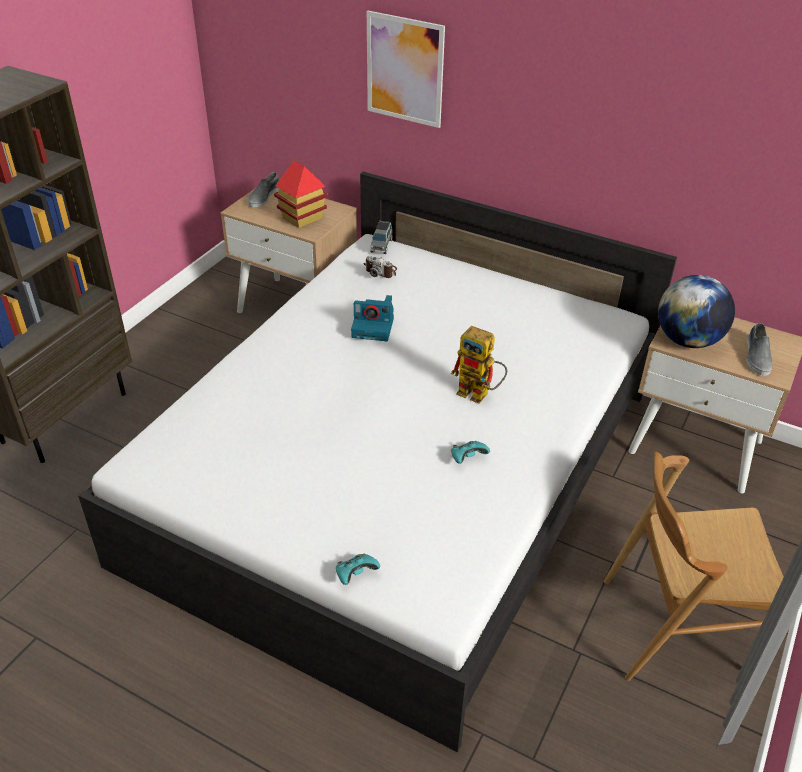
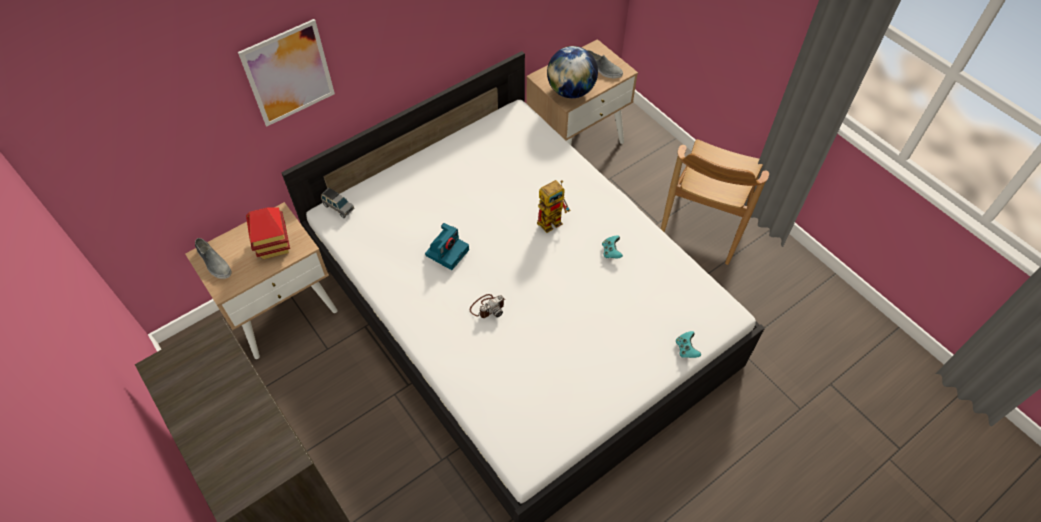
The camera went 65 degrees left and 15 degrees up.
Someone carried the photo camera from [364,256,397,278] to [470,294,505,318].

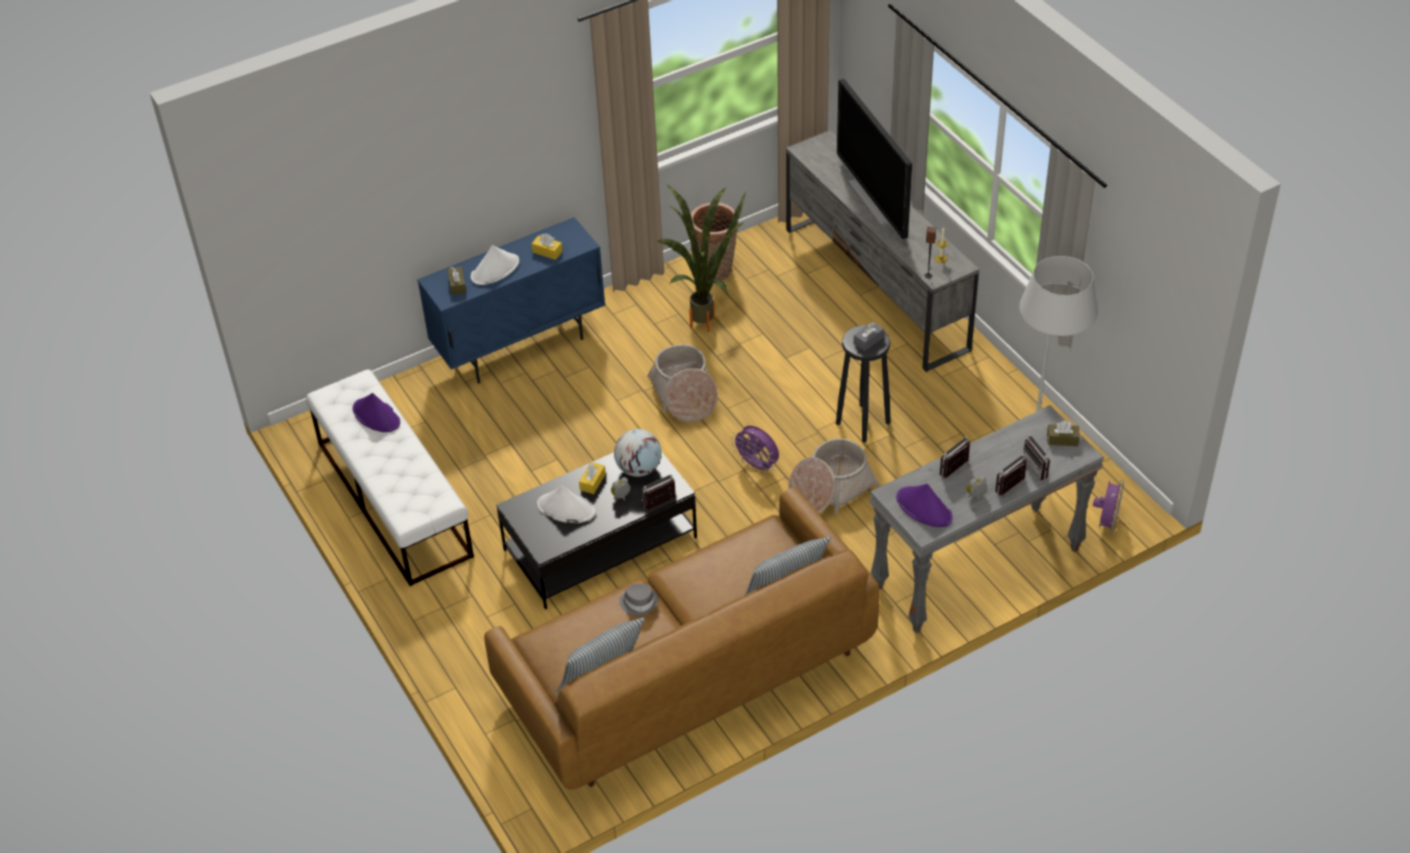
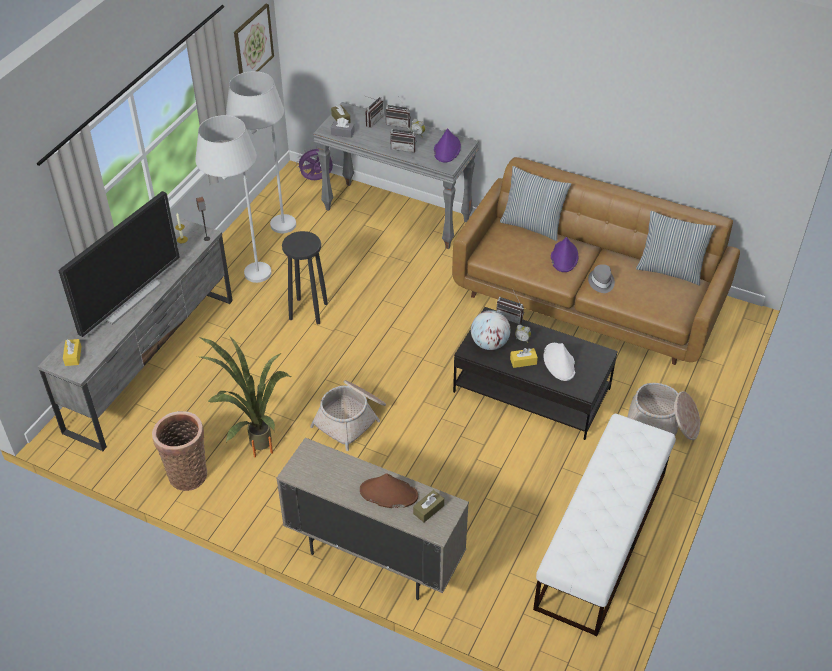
The camera went 125 degrees left and 0 degrees up.
Someone repainted the storage cabinet in bluish at [417,217,605,384], which became the storage cabinet in beige-coloured at [276,438,469,600].
Someone carried the tissue holder in yellow-coloured from [531,233,563,260] to [63,339,82,366].
Someone repainted the clothing hat in white at [471,245,519,285], which became the clothing hat in brown-coloured at [360,473,418,508].
Someone carried the tissue holder in gray from [854,322,884,351] to [331,118,355,138].
Someone carried the clothing hat in purplish from [353,393,400,432] to [551,237,578,272].
Someone took away the fan in purplish at [731,426,779,474].
Someone carried the household basket from [788,438,880,514] to [628,383,700,445].
Someone put up the wall picture at [234,4,274,74].
Someone put down the standard lamp in white at [195,115,271,283].

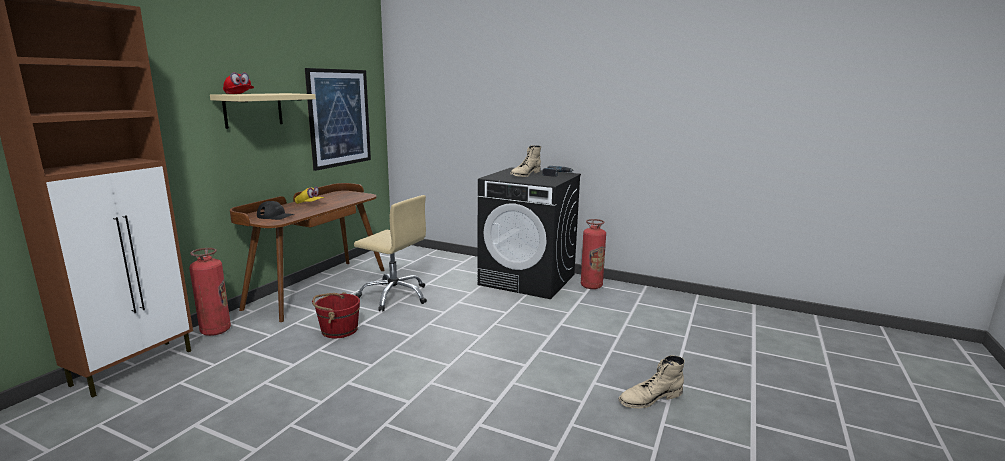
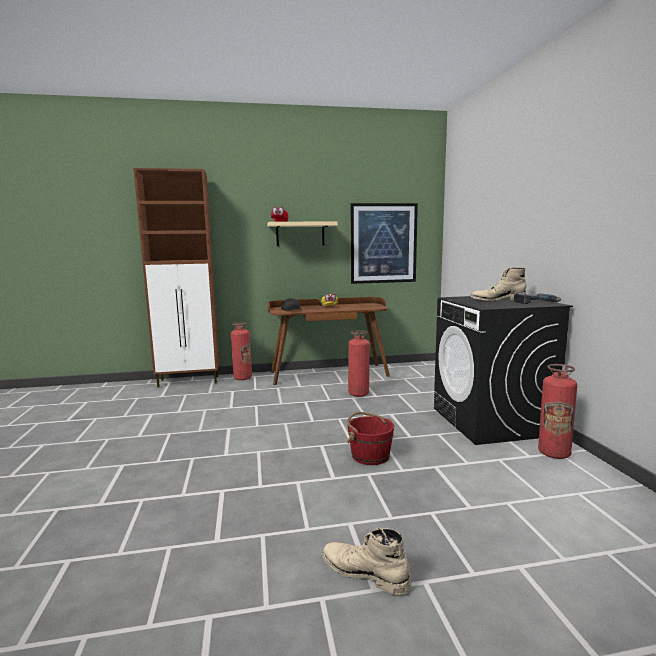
The camera went 55 degrees right and 5 degrees down.
Someone swapped the computer chair in beige-coloured at [354,195,427,312] for the fire-fighting cylinder at [348,330,370,397].
Someone carried the water bucket in reddish from [312,292,360,338] to [347,412,394,465].

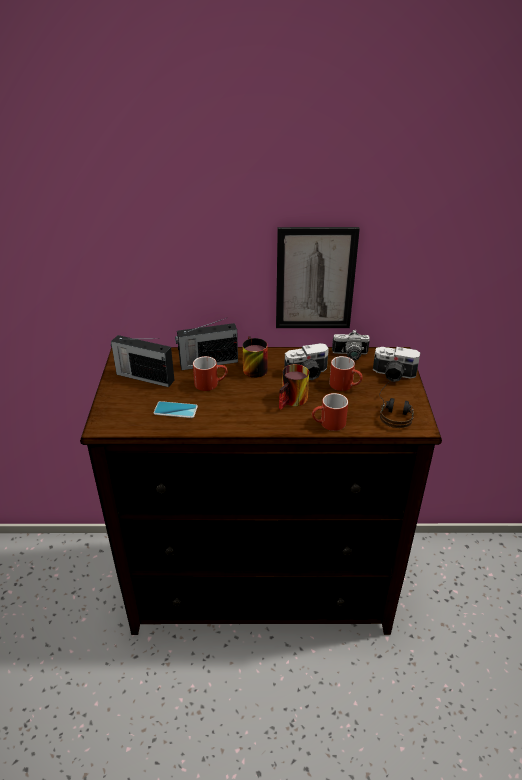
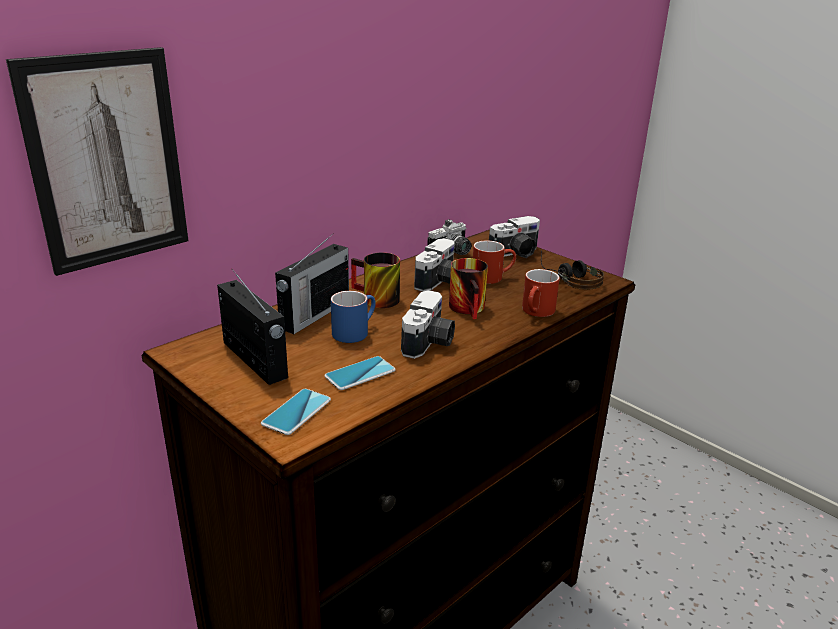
The camera went 45 degrees left and 10 degrees down.
Someone carried the wall picture from [276,227,360,328] to [6,47,189,276].
Someone rotated the radio at [111,335,174,387] by 105 degrees counterclockwise.
Someone repainted the tea mug in reddish at [193,356,228,391], which became the tea mug in bluish at [331,291,376,343].
Someone put down the photo camera at [401,290,455,359].
Someone put down the phone at [261,389,331,435].

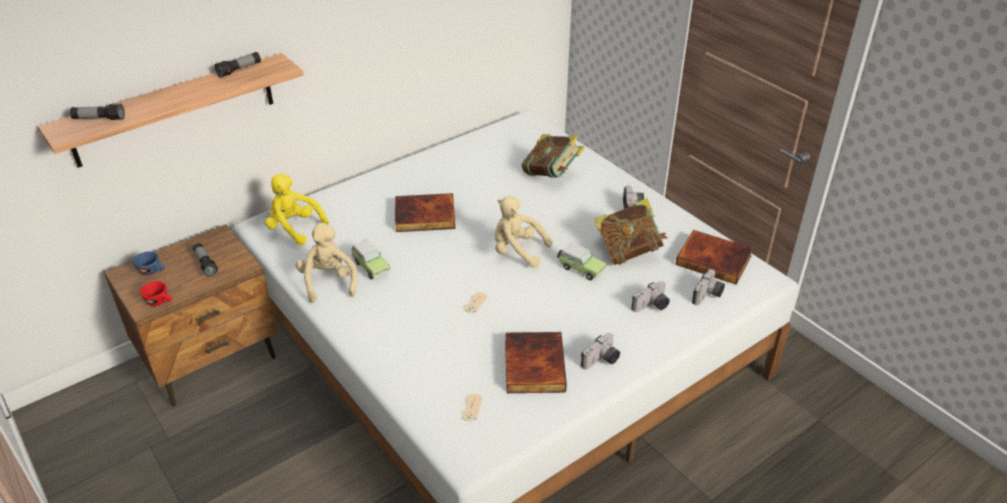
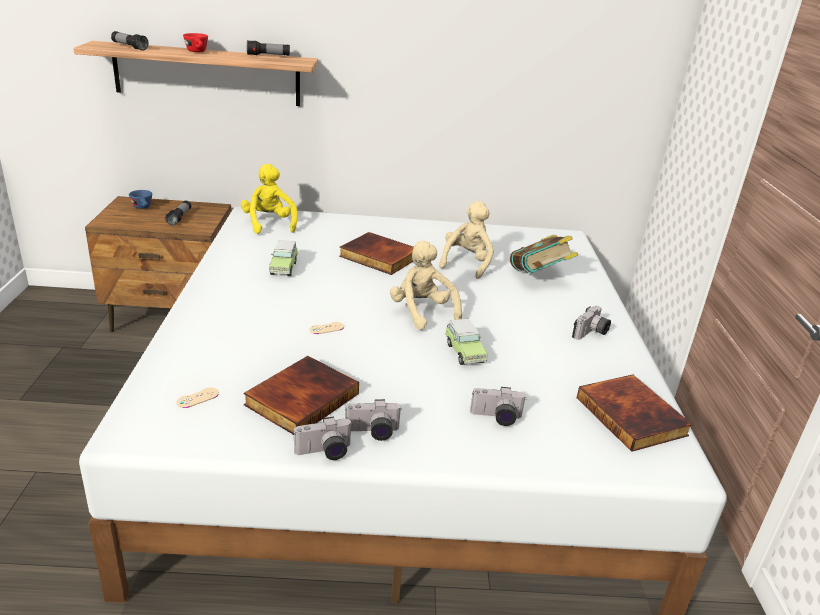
The camera went 35 degrees right and 10 degrees down.
Someone took away the bound book at [594,198,668,265].
Someone carried the cuddly toy in beige-coloured from [296,223,357,303] to [439,201,494,279].
Someone carried the photo camera from [692,269,725,306] to [294,417,353,460].
Someone carried the small cup in reddish from [140,281,172,306] to [183,33,208,52].

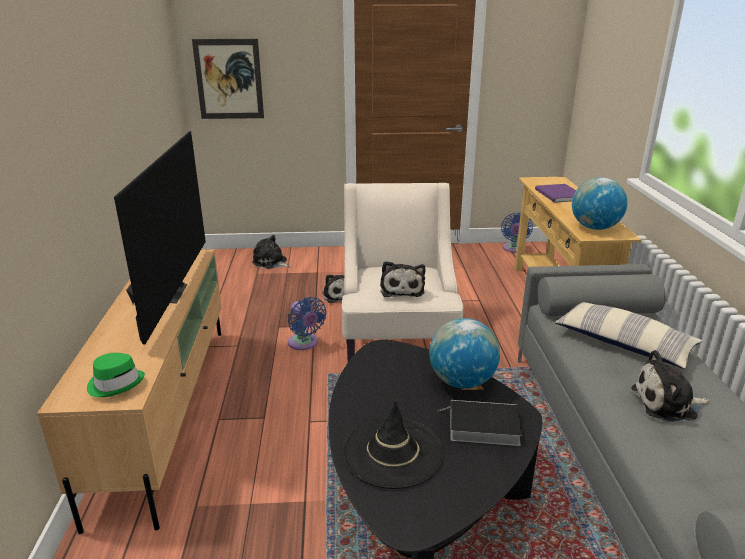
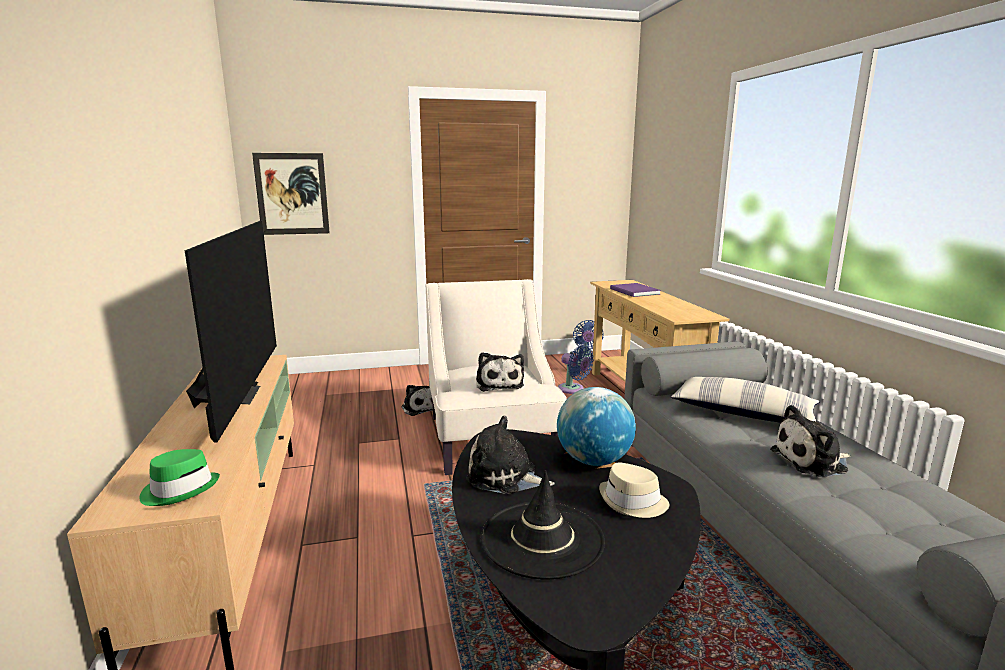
The camera went 10 degrees left and 10 degrees down.
Someone took away the world globe at [572,177,628,230].
Someone carried the cuddly toy from [252,235,291,269] to [466,416,555,494].
Someone carried the fan in bluish from [288,297,327,350] to [558,345,594,394].
Someone swapped the bound book at [439,400,522,446] for the clothing hat in beige-coloured at [599,463,669,518].

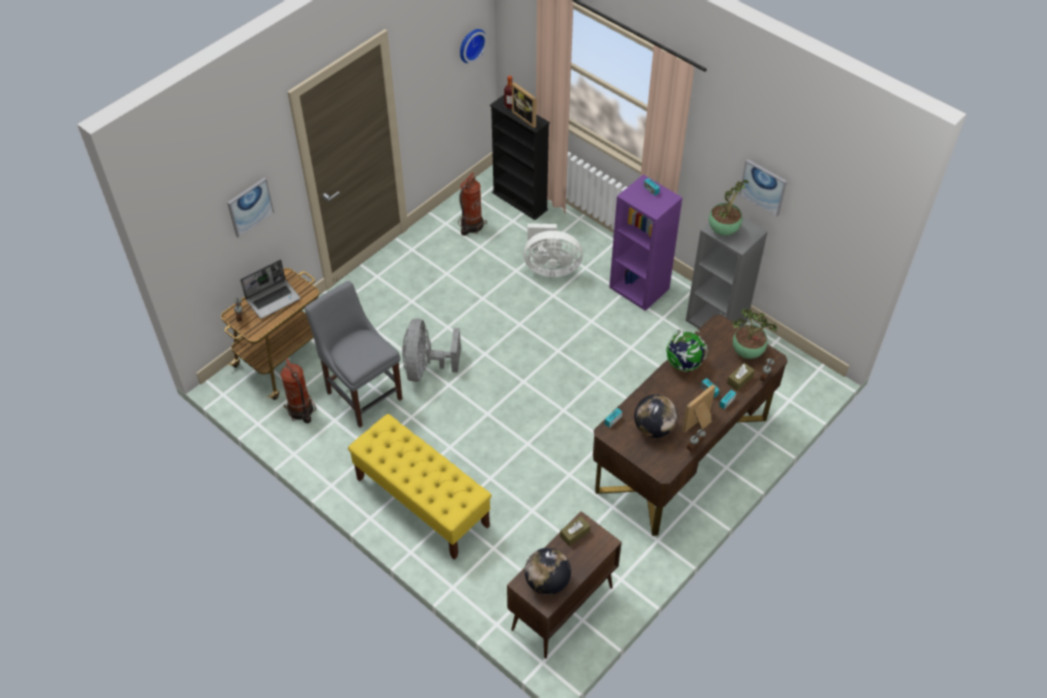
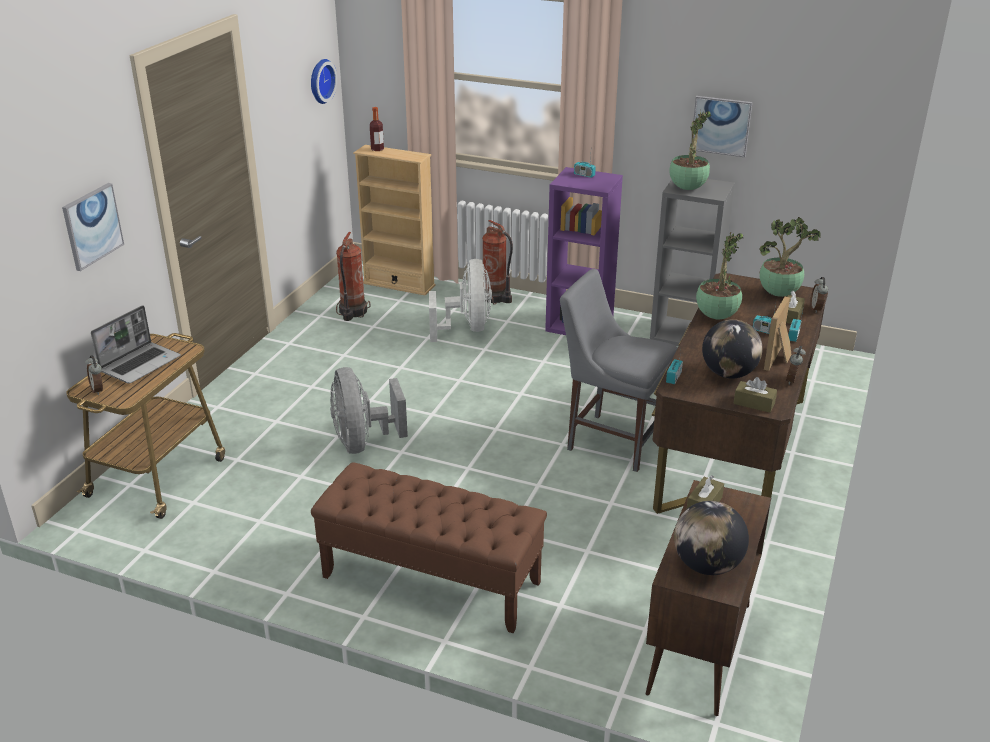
The camera went 20 degrees left and 20 degrees down.
Someone took away the standing frame at [512,82,536,128].
Someone repainted the bookshelf in black at [490,95,550,220], which became the bookshelf in beige-coloured at [353,145,435,296].
Someone rotated the fan in white at [523,223,583,277] by 75 degrees counterclockwise.
Someone carried the chair in gray from [305,281,402,428] to [560,269,678,472].
Someone swapped the world globe at [667,328,707,372] for the plant in a pot at [696,232,743,319].
Someone carried the fire-fighting cylinder from [280,358,316,423] to [482,220,513,304].
Someone repainted the bench in yellow-coloured at [348,414,492,560], which became the bench in brown-coloured at [311,462,547,633].
Someone put down the tissue holder in brown-coloured at [733,377,777,413].

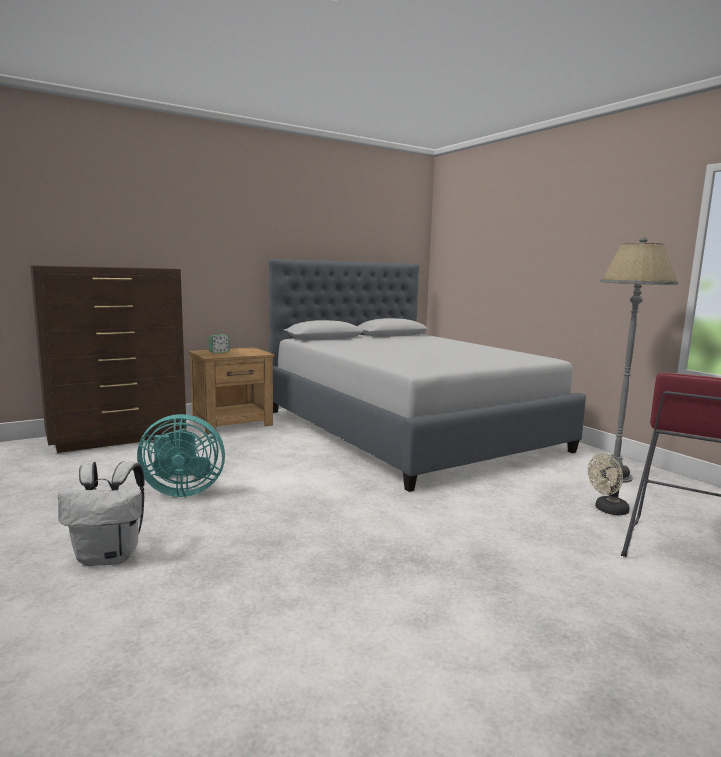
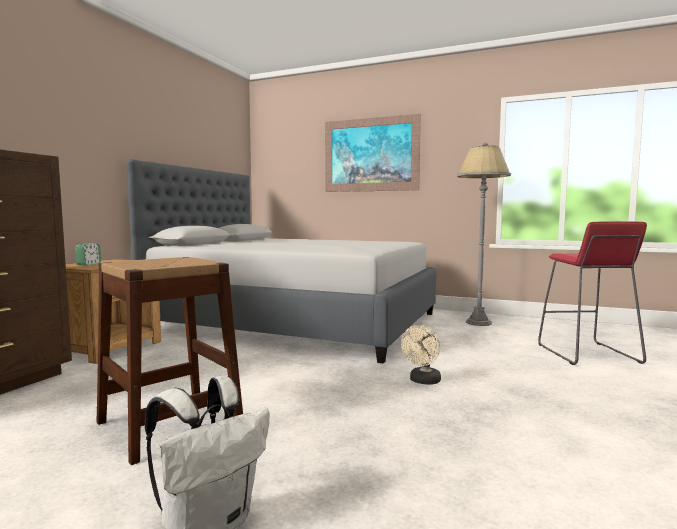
The camera went 35 degrees left and 5 degrees down.
Someone swapped the fan in turquoise at [137,414,225,497] for the stool in brown-coloured at [96,257,243,465].
Someone carried the fan in beige-coloured from [588,454,630,515] to [401,325,441,385].
Someone put up the wall picture at [325,114,421,192].

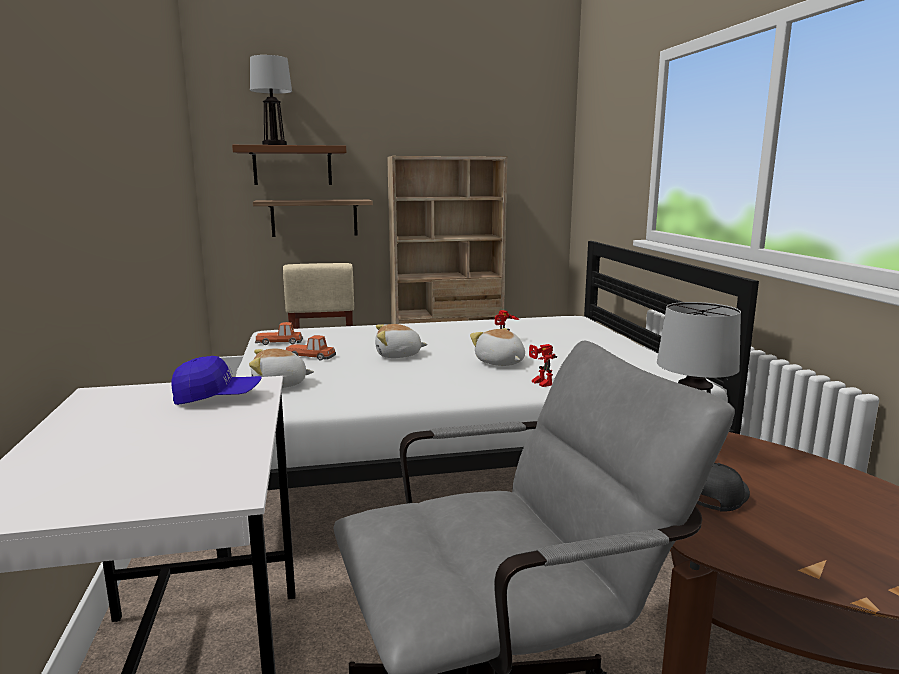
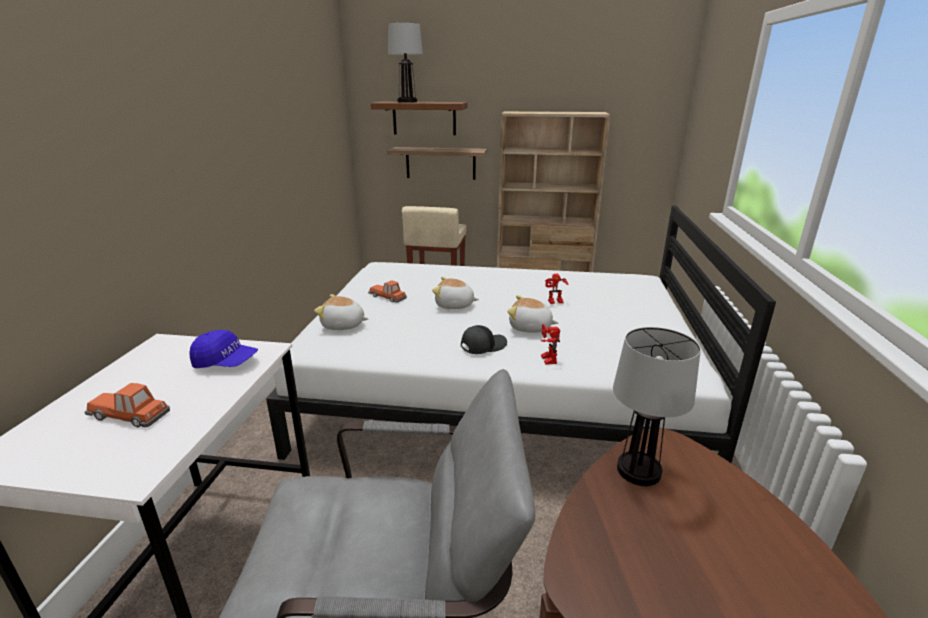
The camera went 20 degrees right and 10 degrees up.
Someone carried the model car from [255,322,303,345] to [85,383,170,427].
Someone rotated the cuddly toy at [470,328,525,366] by 60 degrees counterclockwise.
Someone carried the peaked cap in black from [697,463,750,511] to [461,325,507,354].

